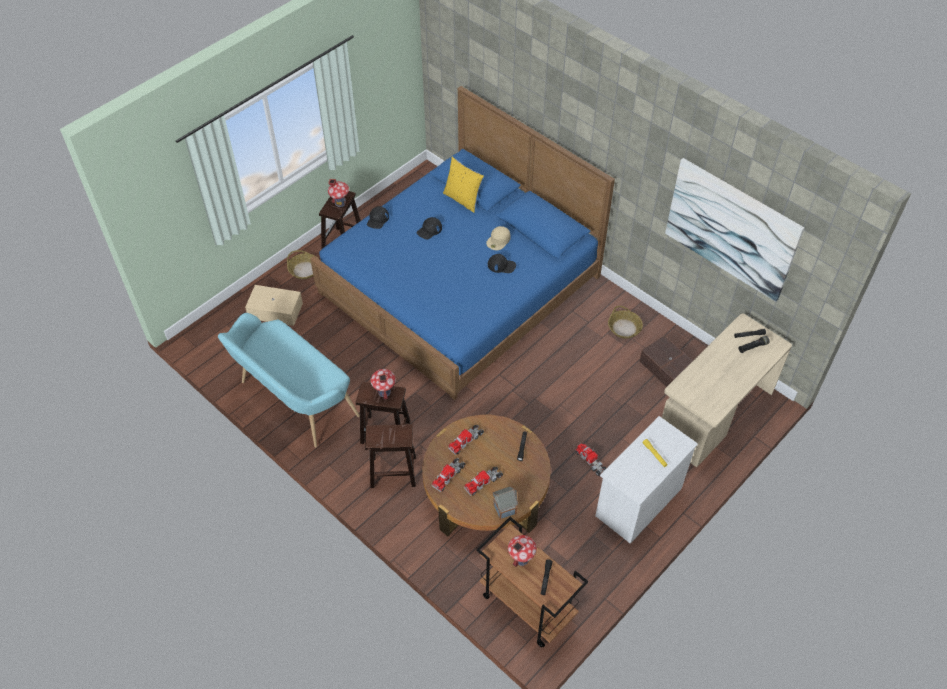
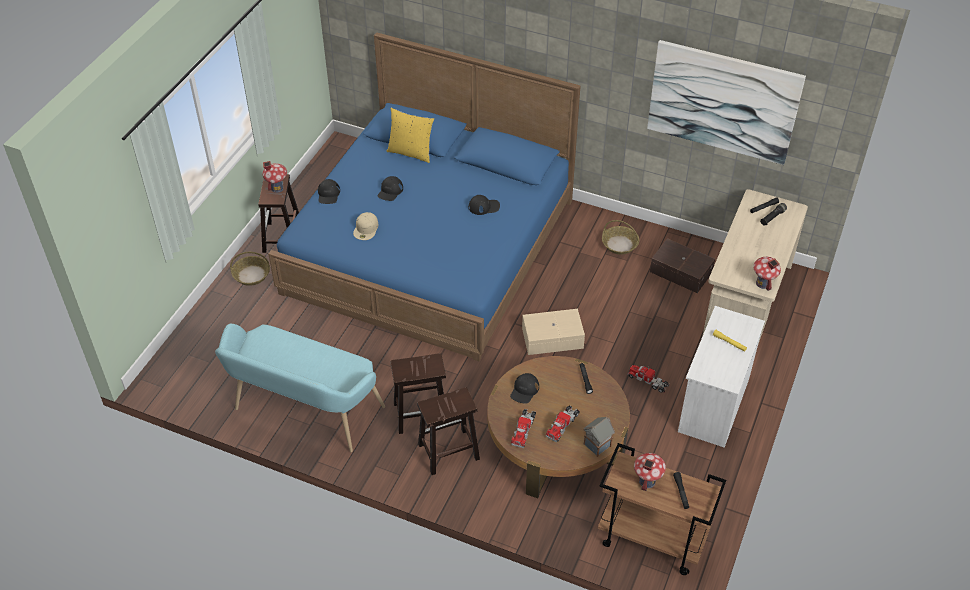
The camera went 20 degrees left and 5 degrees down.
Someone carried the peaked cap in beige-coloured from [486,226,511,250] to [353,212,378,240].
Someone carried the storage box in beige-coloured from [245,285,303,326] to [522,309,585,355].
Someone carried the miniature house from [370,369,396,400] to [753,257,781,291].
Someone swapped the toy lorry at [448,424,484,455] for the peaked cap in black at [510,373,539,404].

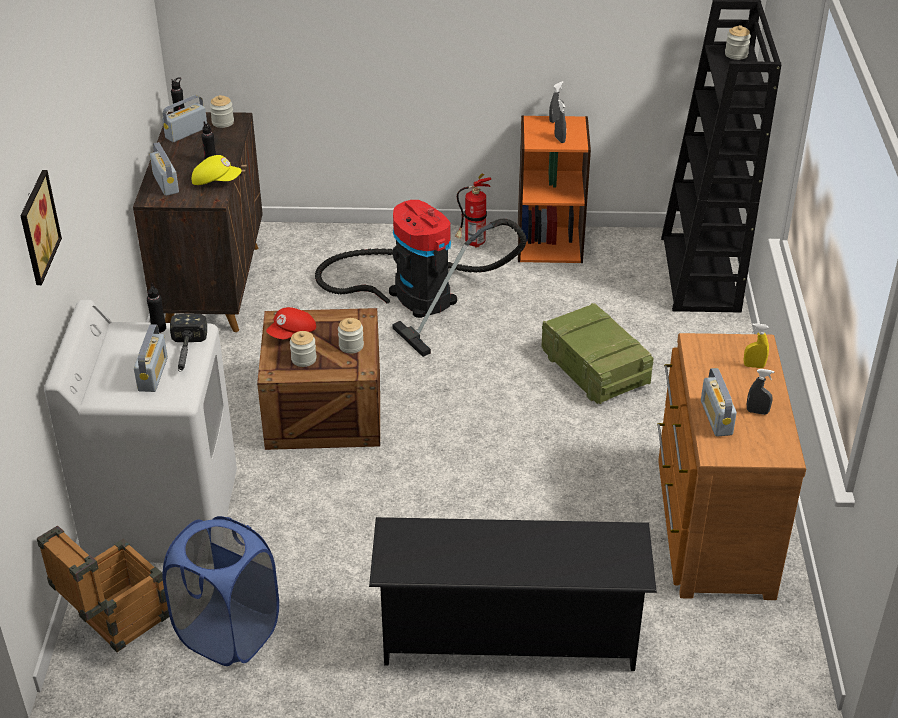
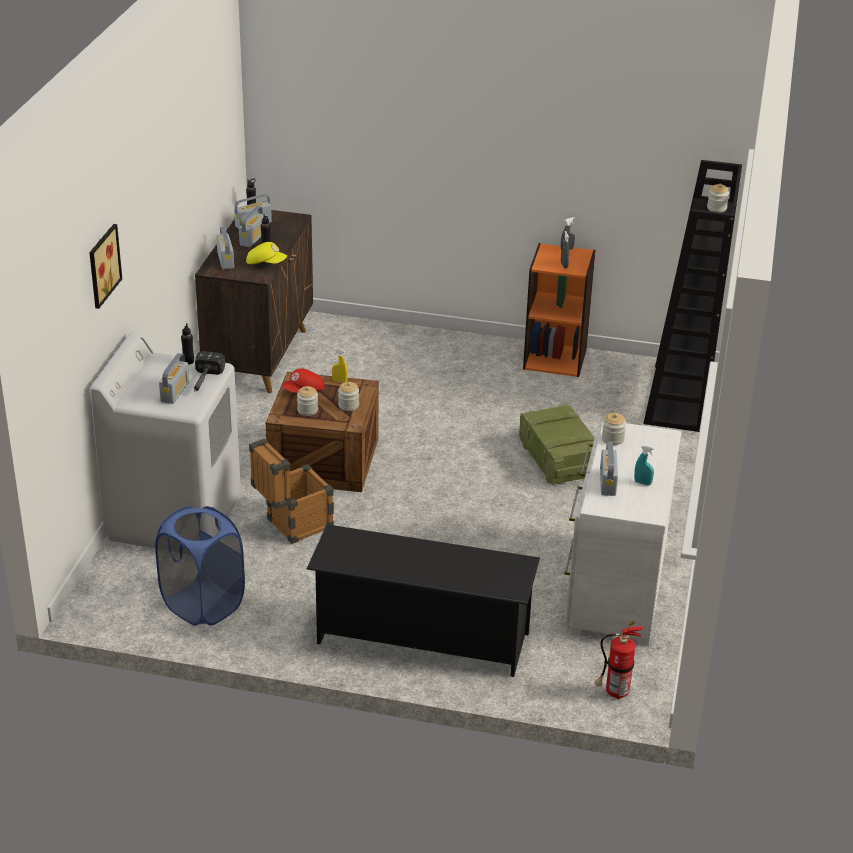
The camera went 10 degrees right and 5 degrees down.
Someone carried the storage jar from [210,95,234,128] to [602,413,626,445].
Someone carried the fire-fighting cylinder from [455,173,491,247] to [595,621,643,699].
Someone took away the vacuum at [315,200,527,357].
Someone carried the sprayer in yellow-coloured from [744,323,769,368] to [332,348,348,383].
Someone repainted the dresser in brown-coloured at [657,333,806,600], which became the dresser in white at [564,421,681,646].
Someone repainted the sprayer in gray at [747,369,774,415], which became the sprayer in turquoise at [634,445,655,485].
Someone carried the crate from [37,525,169,652] to [249,439,334,544].
Someone put down the radio at [239,206,263,247].

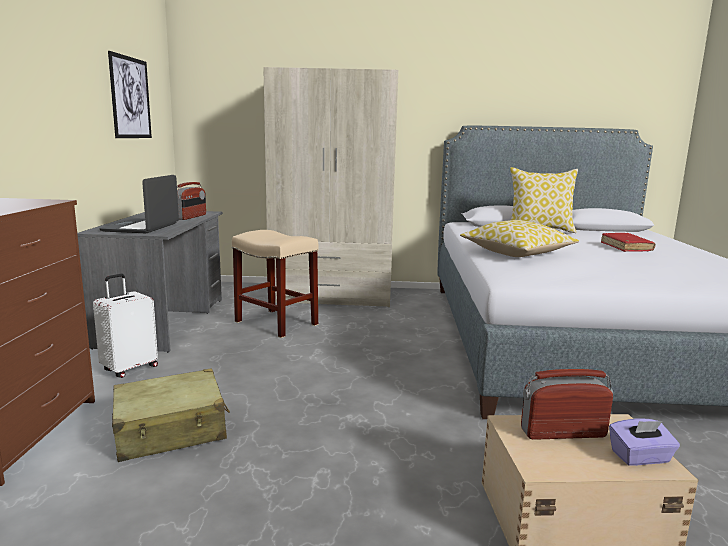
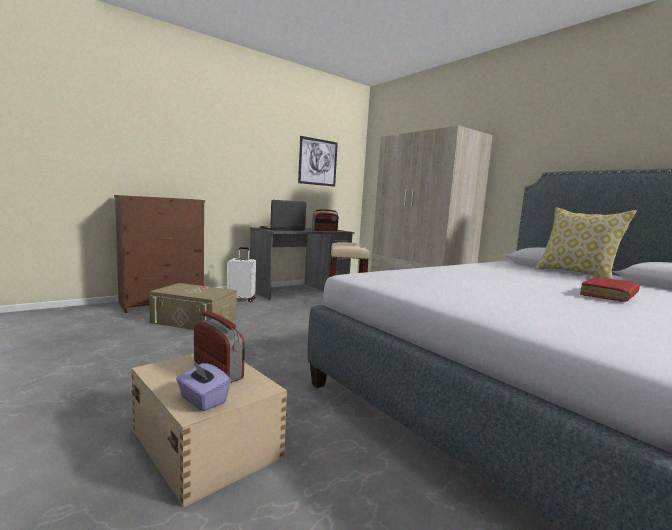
The camera went 50 degrees right and 5 degrees down.
Someone took away the pillow at [460,220,579,257].
Someone swapped the suitcase in beige-coloured at [112,368,230,462] for the storage box in beige-coloured at [149,283,237,330].

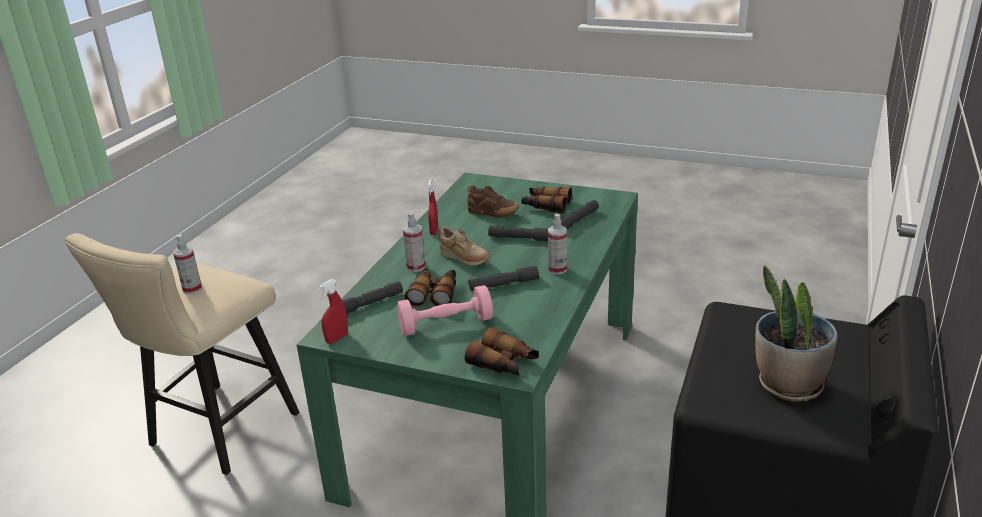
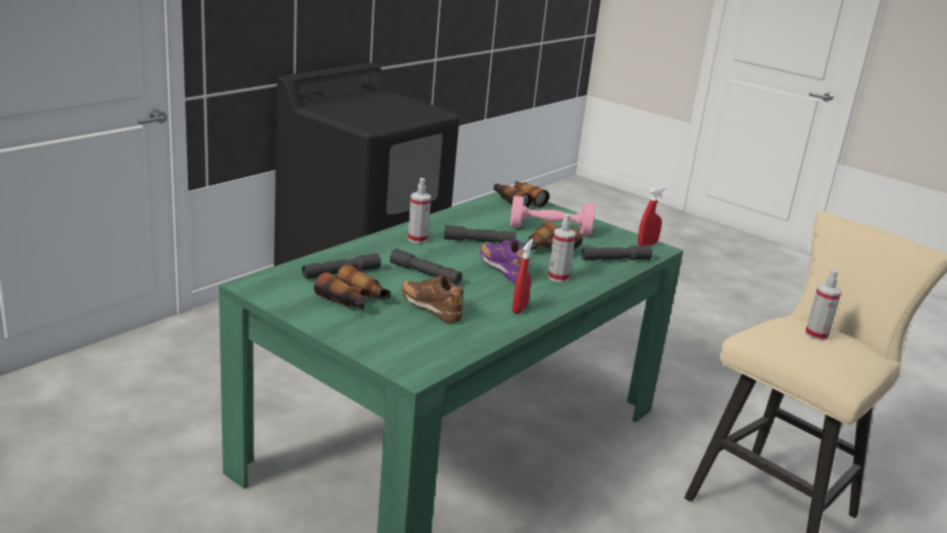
The camera went 165 degrees left and 5 degrees down.
Someone repainted the item of footwear in beige-coloured at [439,227,490,266], which became the item of footwear in purplish at [480,239,529,283].
Someone took away the plant in a pot at [755,265,838,402].

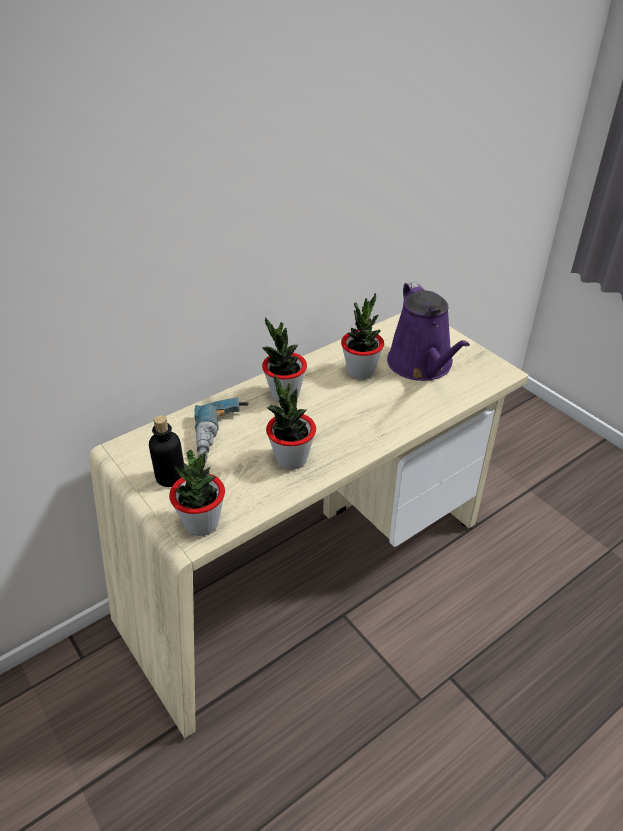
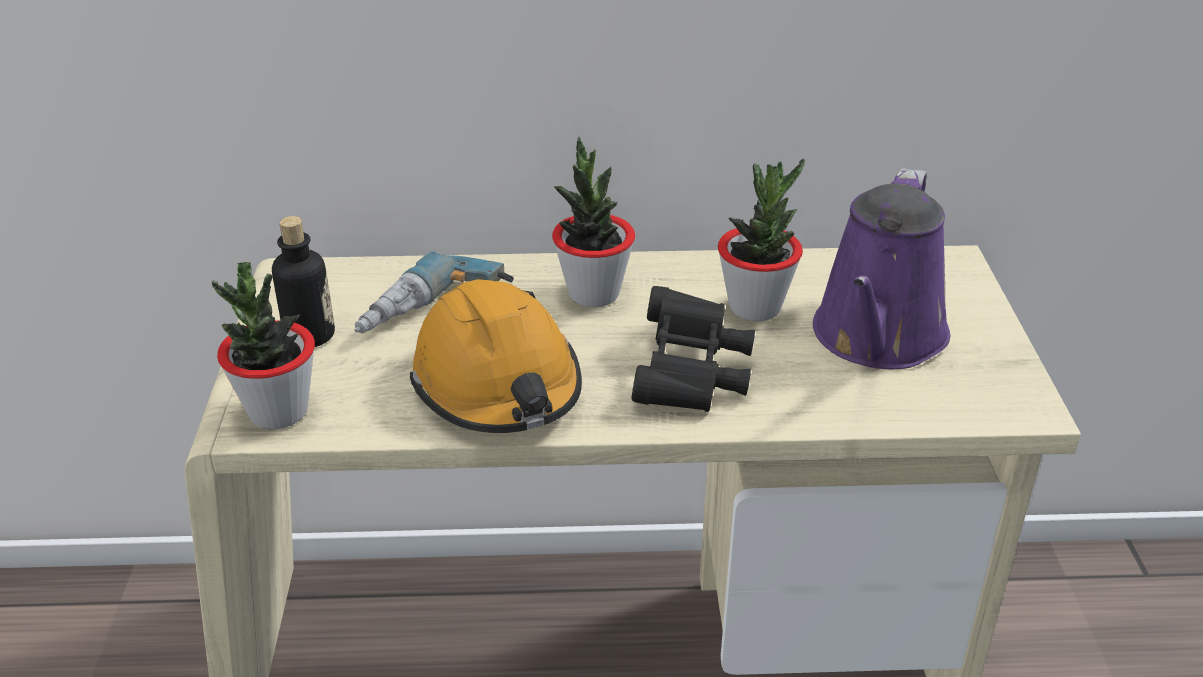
The camera went 35 degrees right and 5 degrees down.
Someone swapped the plant in a pot at [266,375,316,469] for the safety helmet in orange-coloured at [410,279,582,433].
Someone put down the pair of binoculars in black at [632,286,755,412].

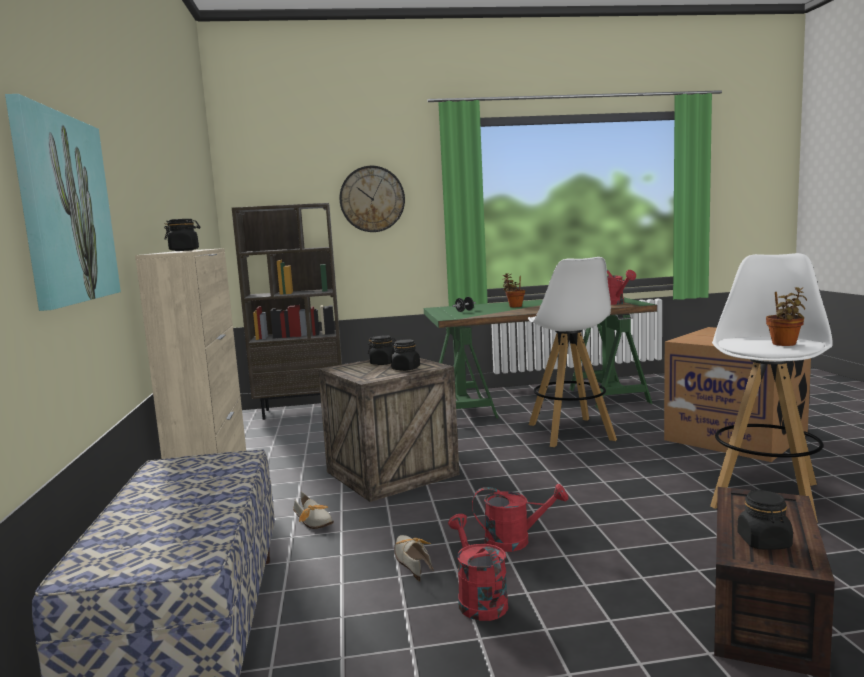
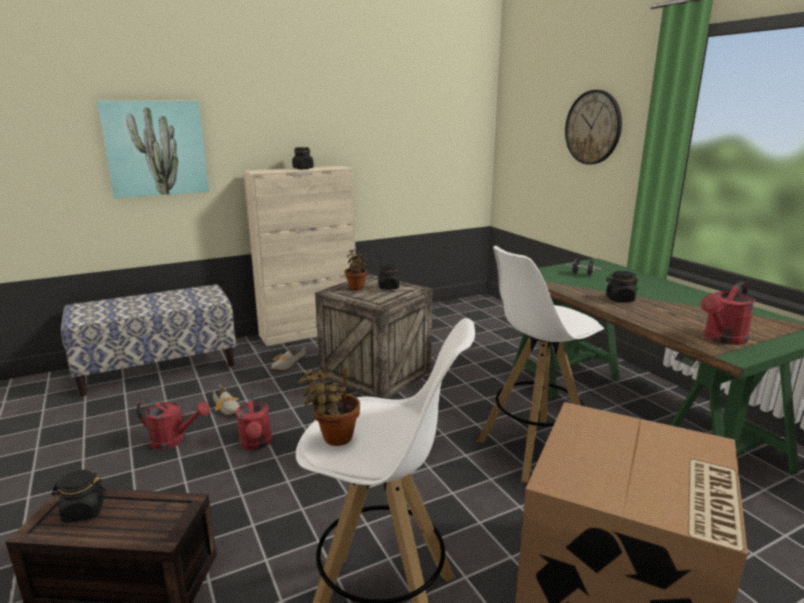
The camera went 70 degrees right and 10 degrees up.
Someone took away the bookshelf in brown-coloured at [232,203,342,420].
Someone carried the plant in a pot from [502,273,525,307] to [345,249,367,290].
Someone carried the storage jar in black from [391,339,420,371] to [606,271,638,302].
Someone rotated the watering can in reddish at [448,514,508,621] by 45 degrees clockwise.
Someone rotated the item of footwear at [394,535,433,581] by 90 degrees clockwise.

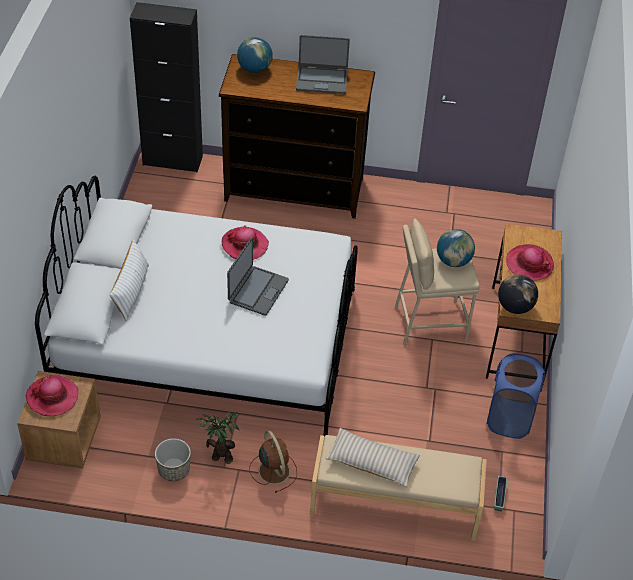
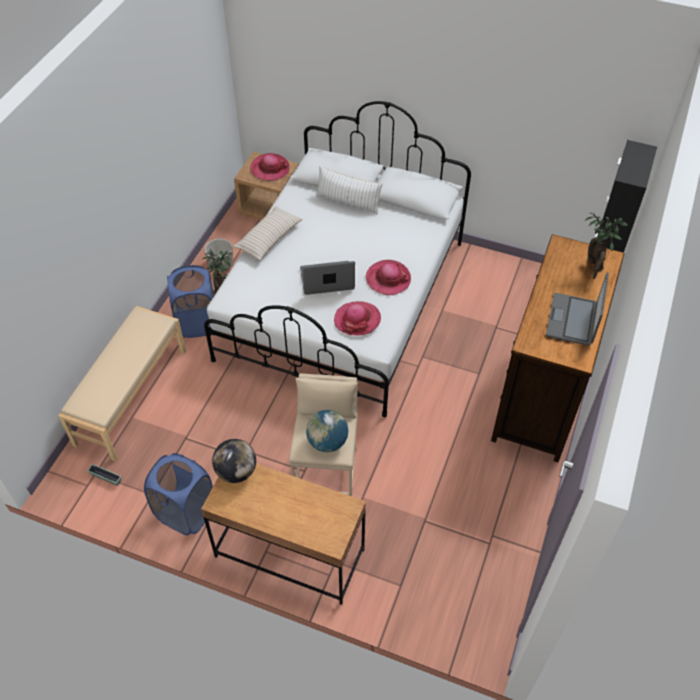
The camera went 105 degrees right and 5 degrees up.
Someone swapped the world globe at [237,37,273,73] for the plant in a pot at [585,212,628,279].
Someone rotated the notebook computer at [227,237,289,316] by 135 degrees clockwise.
Someone carried the clothing hat from [506,244,554,281] to [334,301,381,335].
Someone carried the pillow in beige-coloured from [325,428,420,487] to [233,206,302,260].
Someone swapped the fan in brown-coloured at [249,430,297,493] for the laundry basket in bluish at [167,265,214,338].

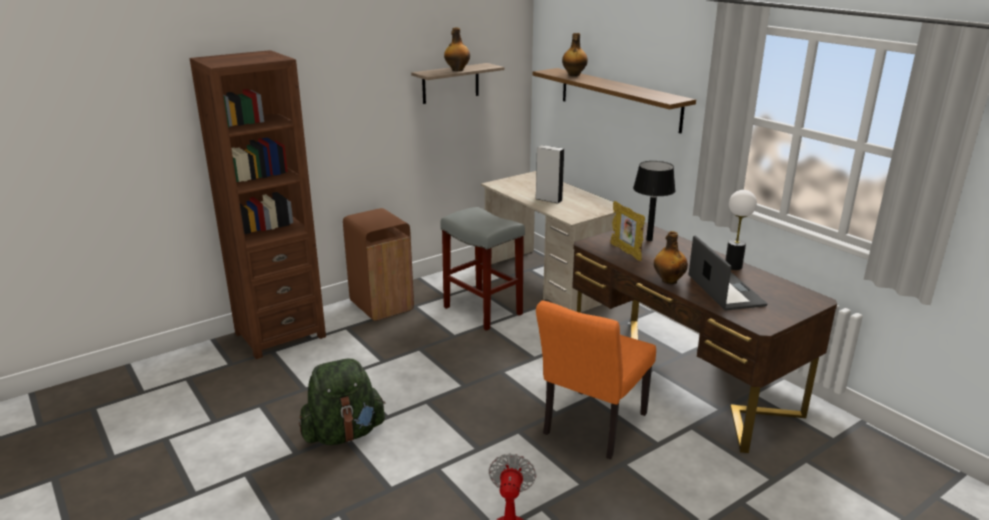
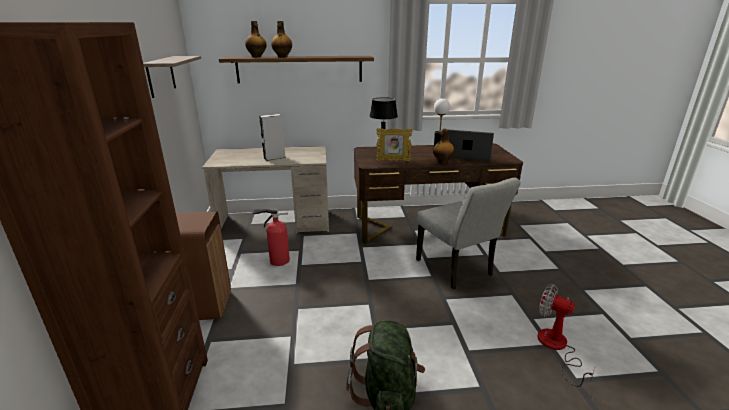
The camera went 60 degrees left and 0 degrees up.
Someone carried the bottle from [444,27,470,71] to [271,21,292,58].
Someone swapped the stool in gray at [441,207,525,331] for the fire-fighting cylinder at [253,209,290,266].
Someone repainted the chair in orange-coloured at [536,301,656,459], which became the chair in gray at [416,178,521,289].

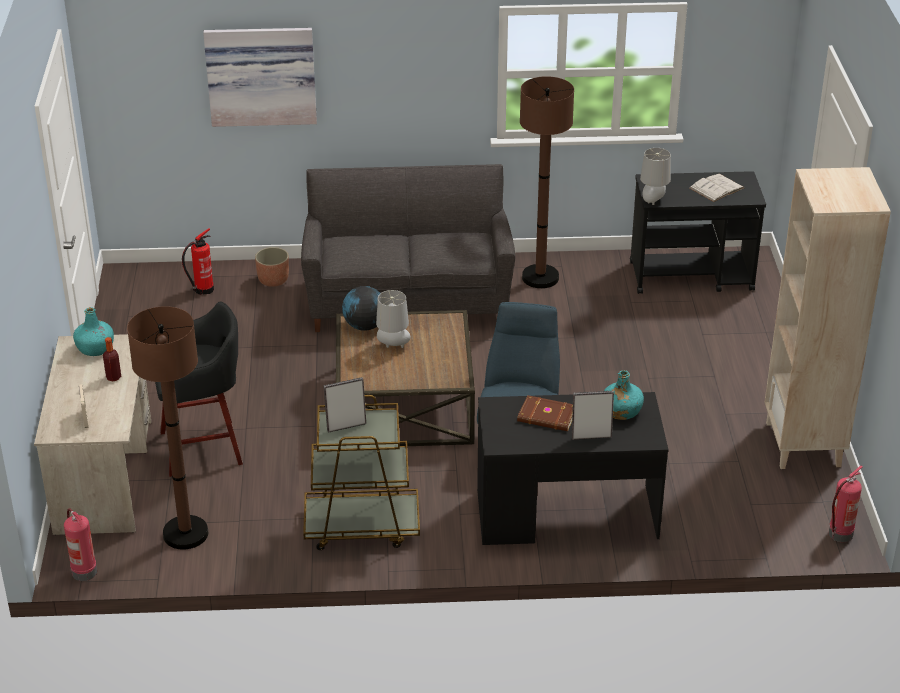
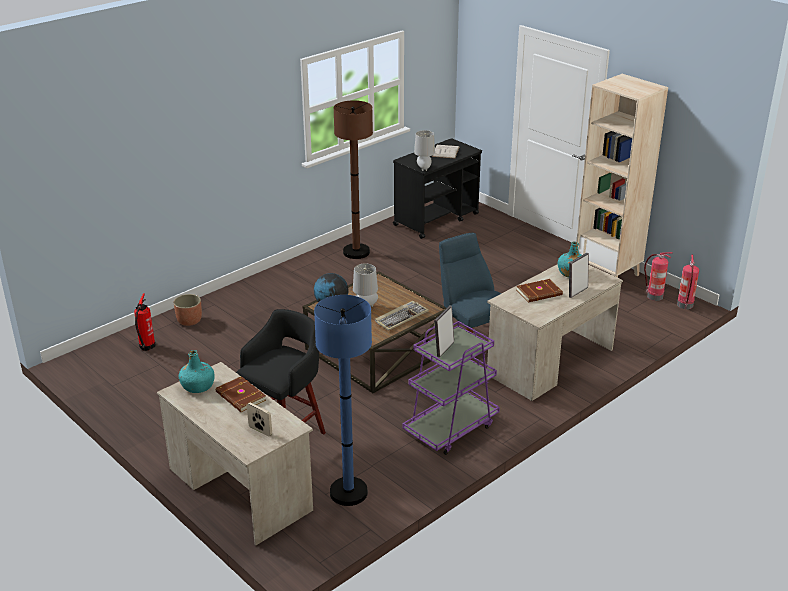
The camera went 40 degrees left and 5 degrees down.
Someone took away the wall picture at [203,28,317,127].
Someone took away the sofa in gray at [301,164,516,332].
Someone repainted the standard lamp in brown-coloured at [127,306,208,550], which became the standard lamp in bluish at [314,295,372,506].
Someone swapped the bottle at [103,337,121,382] for the bound book in brown-coloured at [216,376,266,412].
Someone repainted the desk in black at [477,392,669,545], which became the desk in beige-coloured at [487,264,623,401].
Someone repainted the cart in brown-coloured at [303,395,420,550], which became the cart in purplish at [403,321,500,455].
Someone carried the fire-fighting cylinder from [64,508,97,581] to [644,252,673,301].
Someone put down the computer keyboard at [375,301,429,331].

